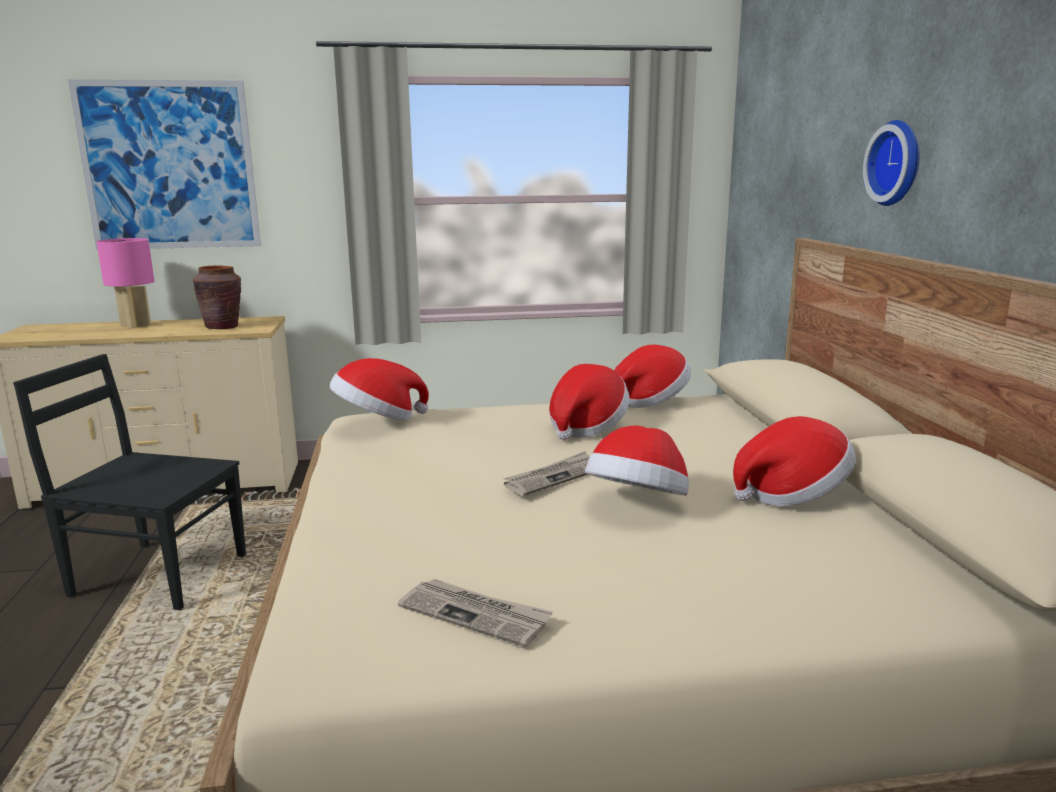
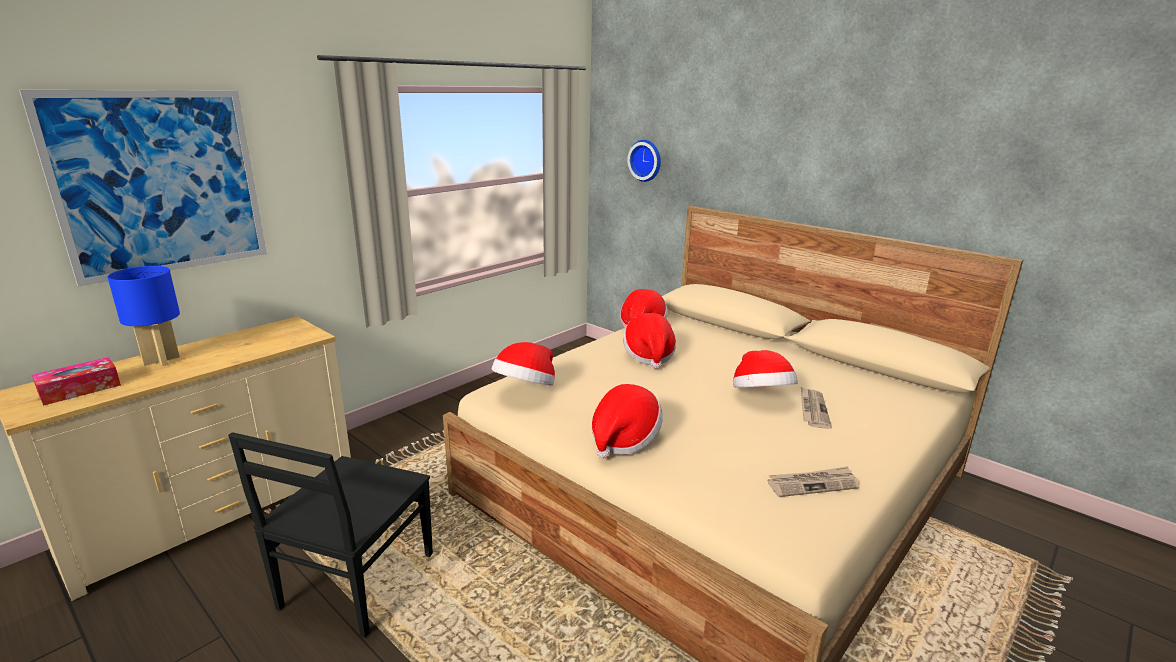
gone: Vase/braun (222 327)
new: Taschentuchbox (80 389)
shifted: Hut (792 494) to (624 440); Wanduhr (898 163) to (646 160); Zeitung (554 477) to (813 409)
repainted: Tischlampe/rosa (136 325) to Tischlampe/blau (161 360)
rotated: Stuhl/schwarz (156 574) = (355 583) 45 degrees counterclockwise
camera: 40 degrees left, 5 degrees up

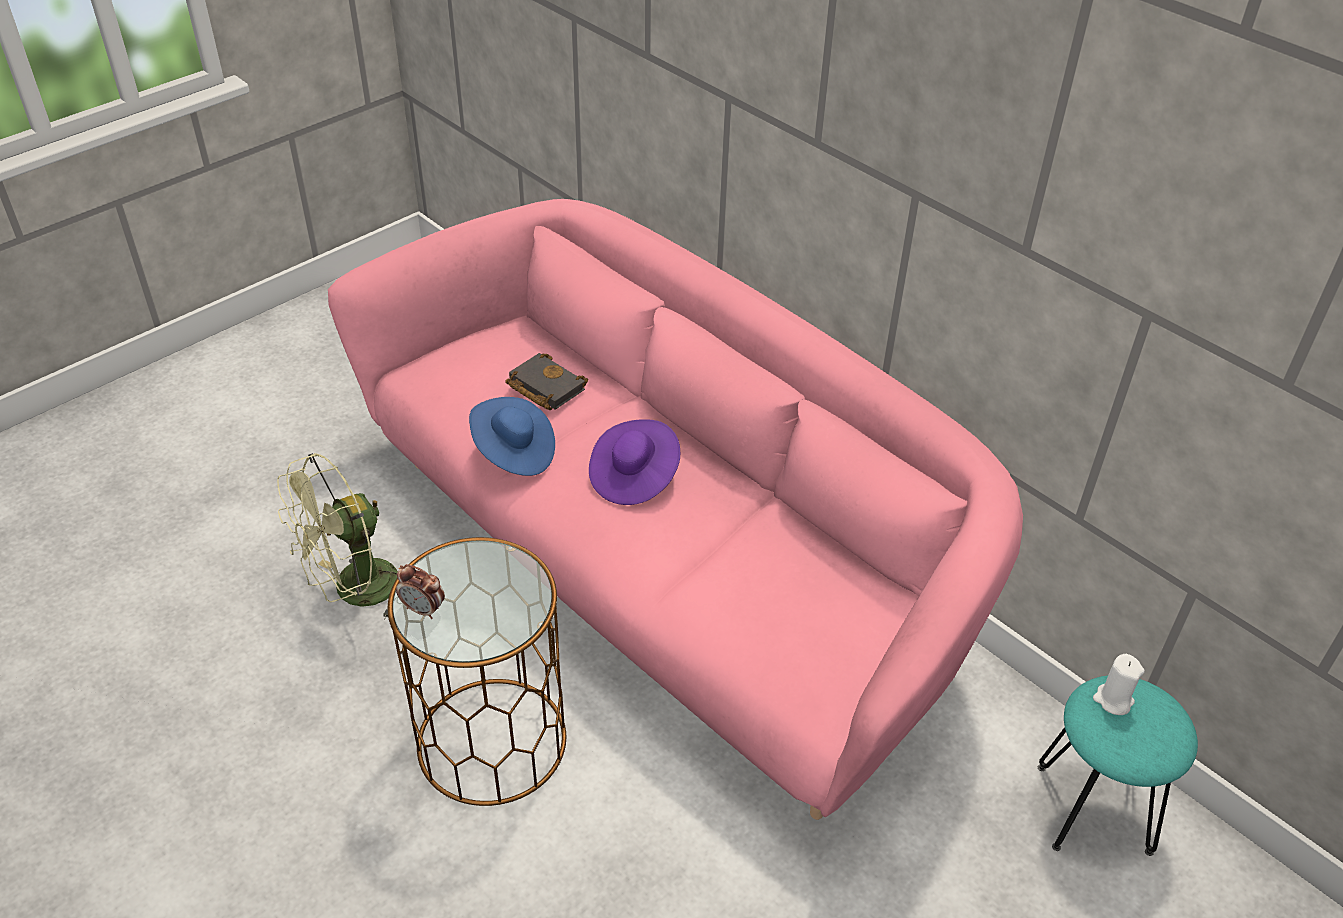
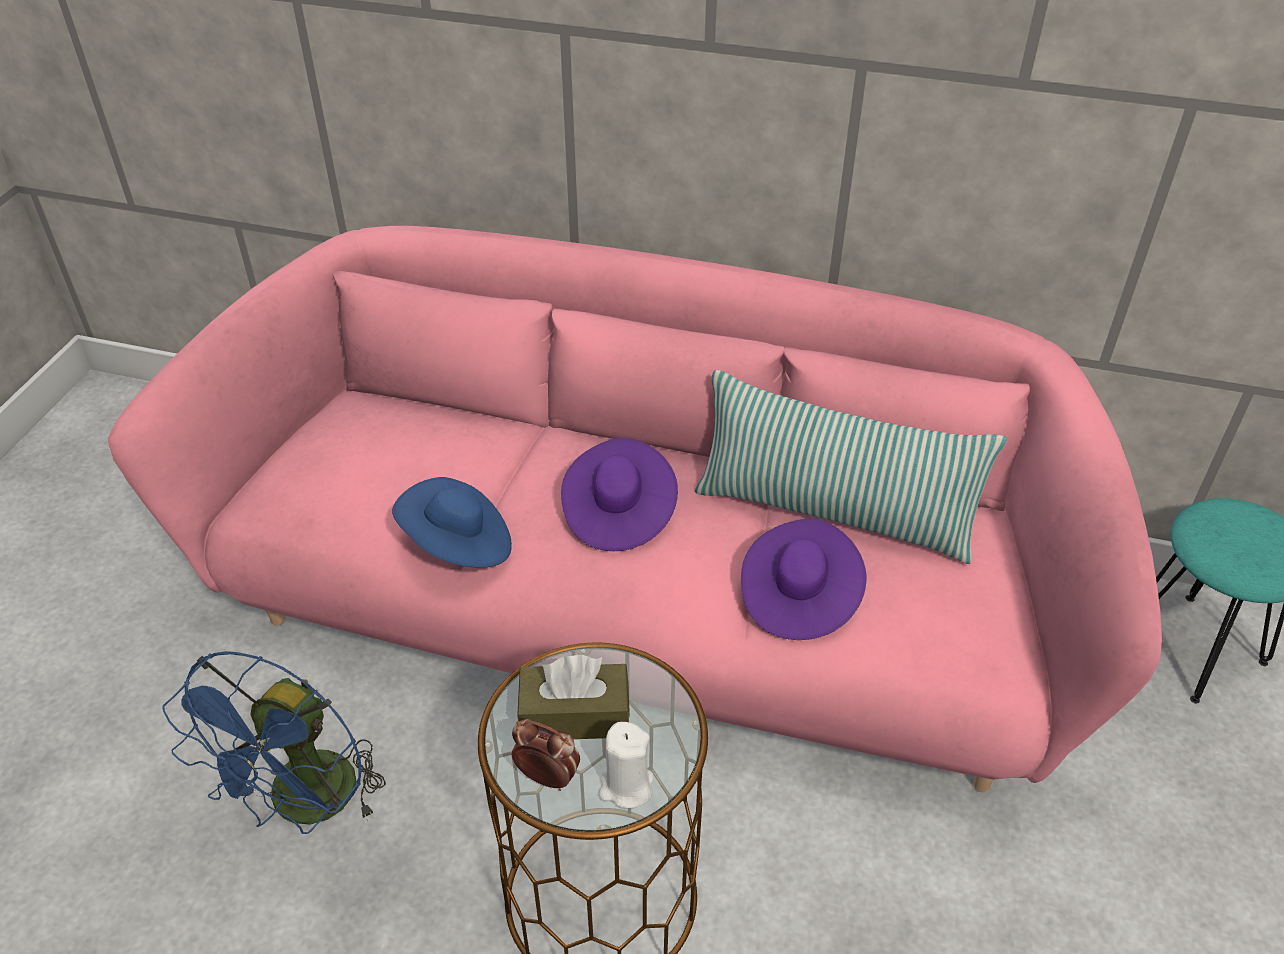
gone: Buch/schwarz (543 387)
new: Taschentuchbox/braun (574 715); Kissen (834 513); Hut/lila (798 598)
shifted: Kerze/weiß (1113 700) to (626 786)
repainted: Ventilator/grün (355 592) to Ventilator/blau (306 807)
rotated: Wecker (423 610) = (547 777) 150 degrees counterclockwise
camera: 30 degrees left, 0 degrees up

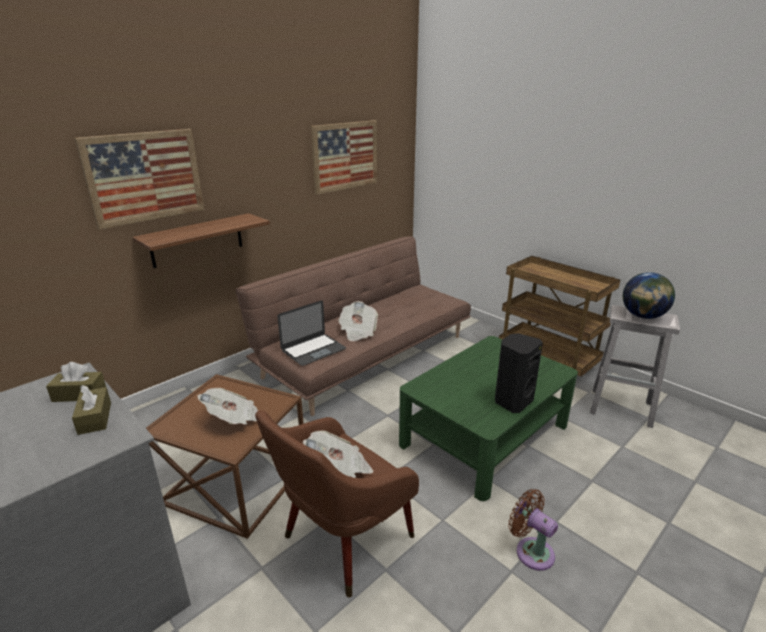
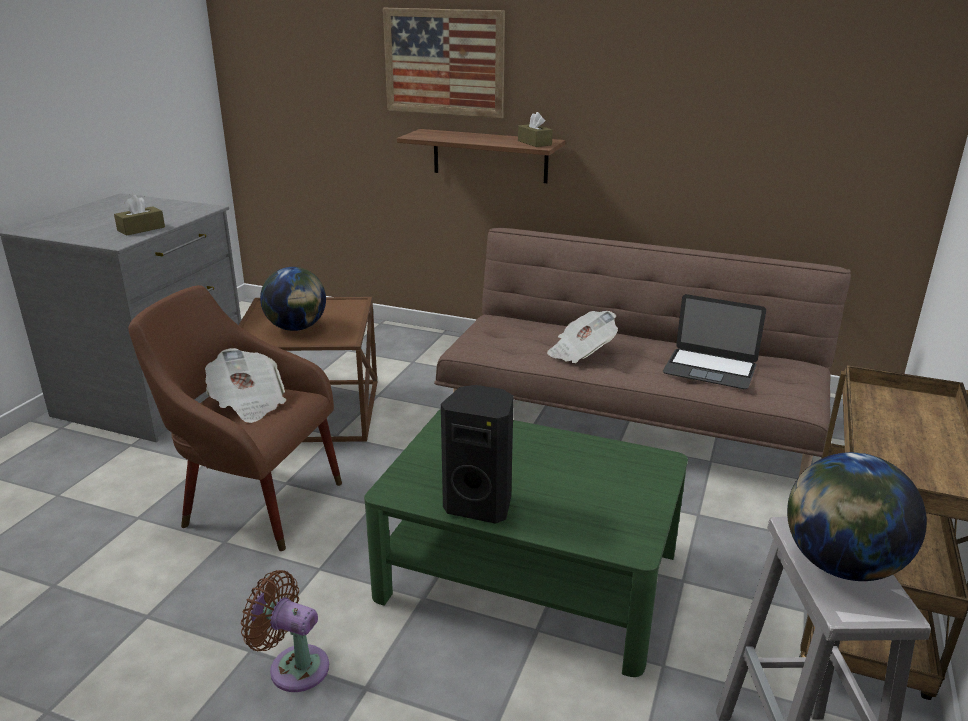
gone: Bild (345 156)
shifted: Taschentuchbox/braun (79 394) to (534 143); Laptop (313 349) to (710 368)
swapped: Zeitung (235 419) to Globus (297 328)
rotated: Ventilator/braun (531 551) = (294 666) 90 degrees counterclockwise
camera: 65 degrees right, 0 degrees up

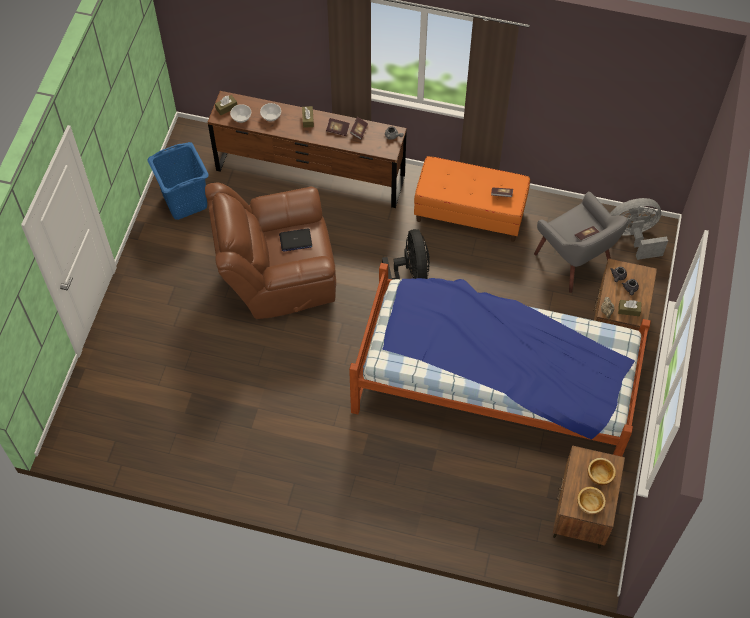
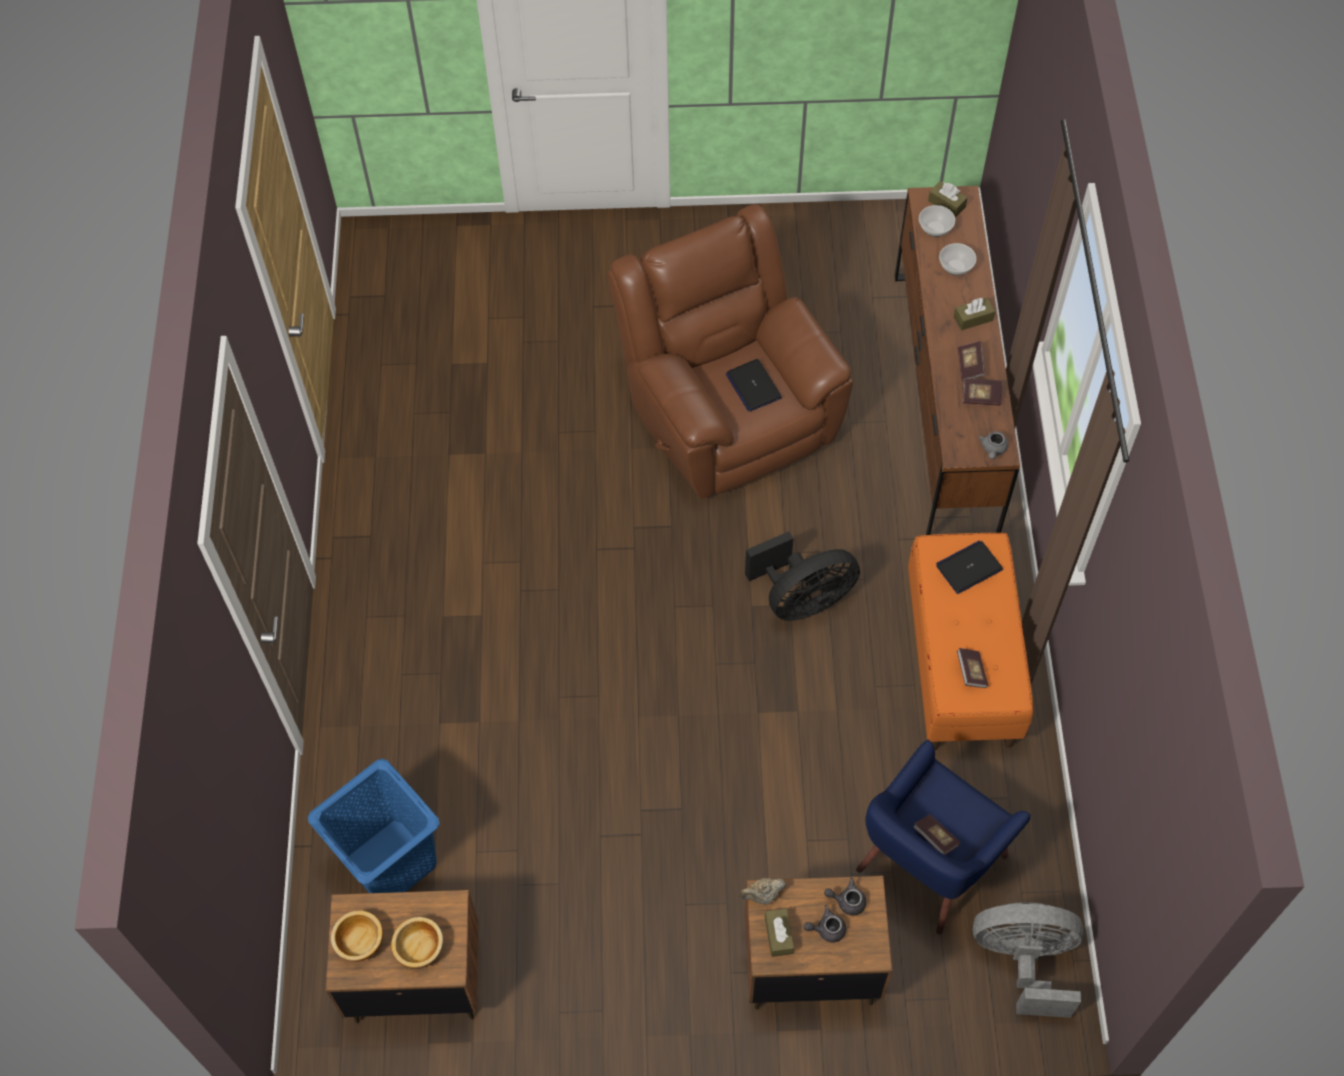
gone: Bett (493 388)
new: Laptop (969 567)
shifted: Wäschekorb/blau (185 202) to (390 862)
repainted: Sessel/grau (574 260) to Sessel/blau (929 862)
rotated: Ventilator/grau (633 237) = (1023 961) 60 degrees counterclockwise
camera: 75 degrees right, 0 degrees up

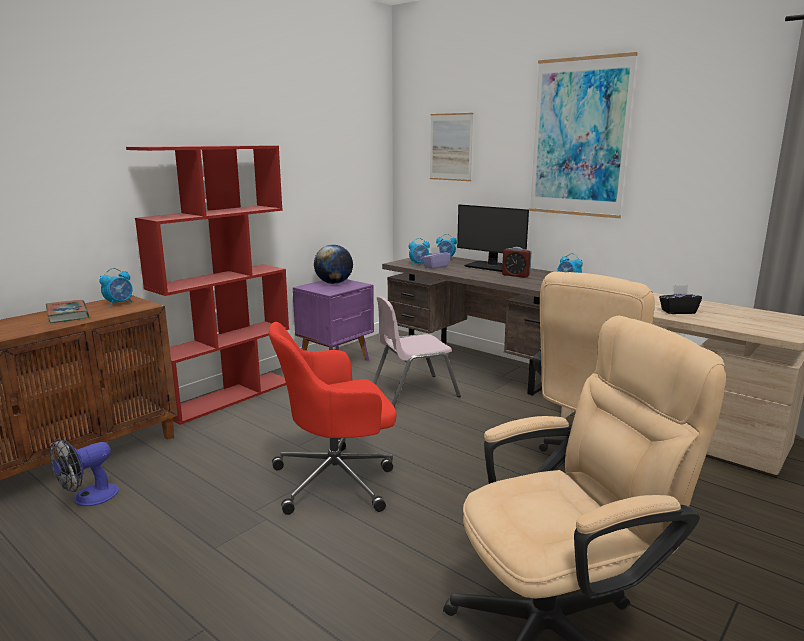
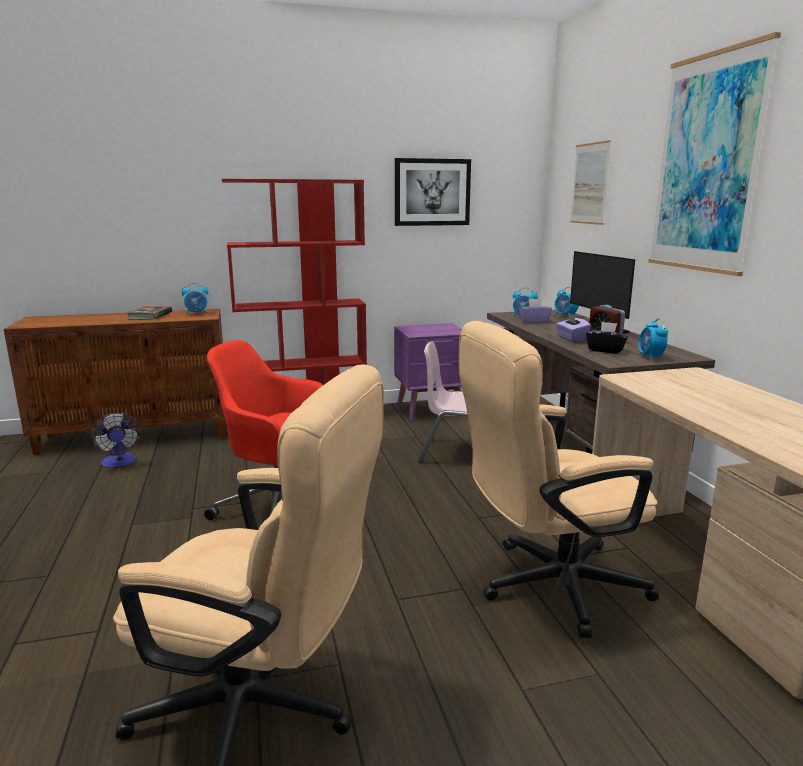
gone: Globus (334 283)
new: Bild (432 192); Taschentuchbox/lila (571 339)
shifted: Taschentuchbox/schwarz (678 311) to (605 350)
rotated: Ventilator (88 498) = (119 463) 105 degrees counterclockwise
camera: 35 degrees right, 0 degrees up

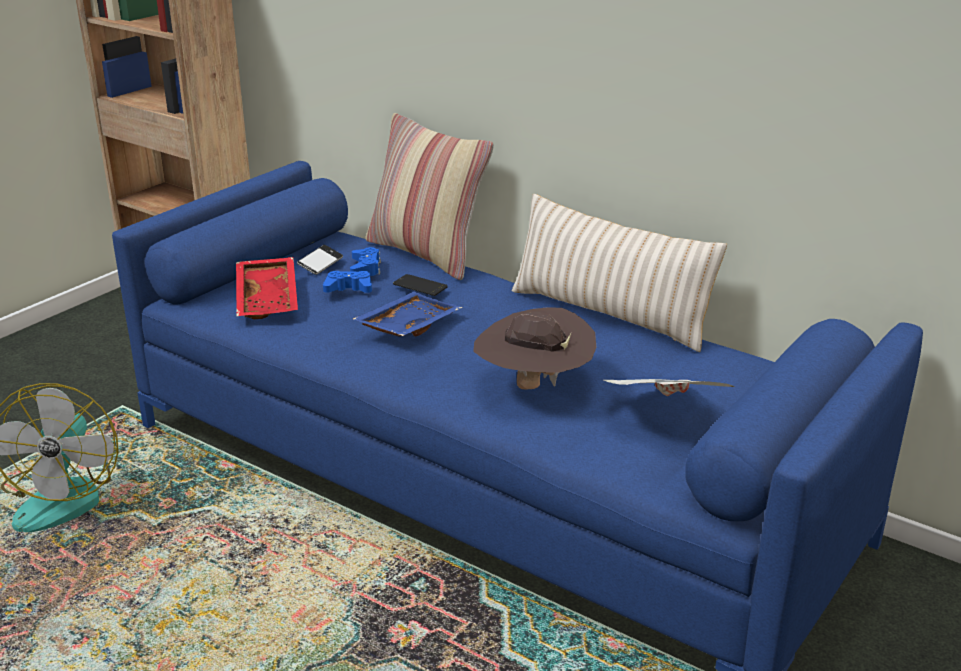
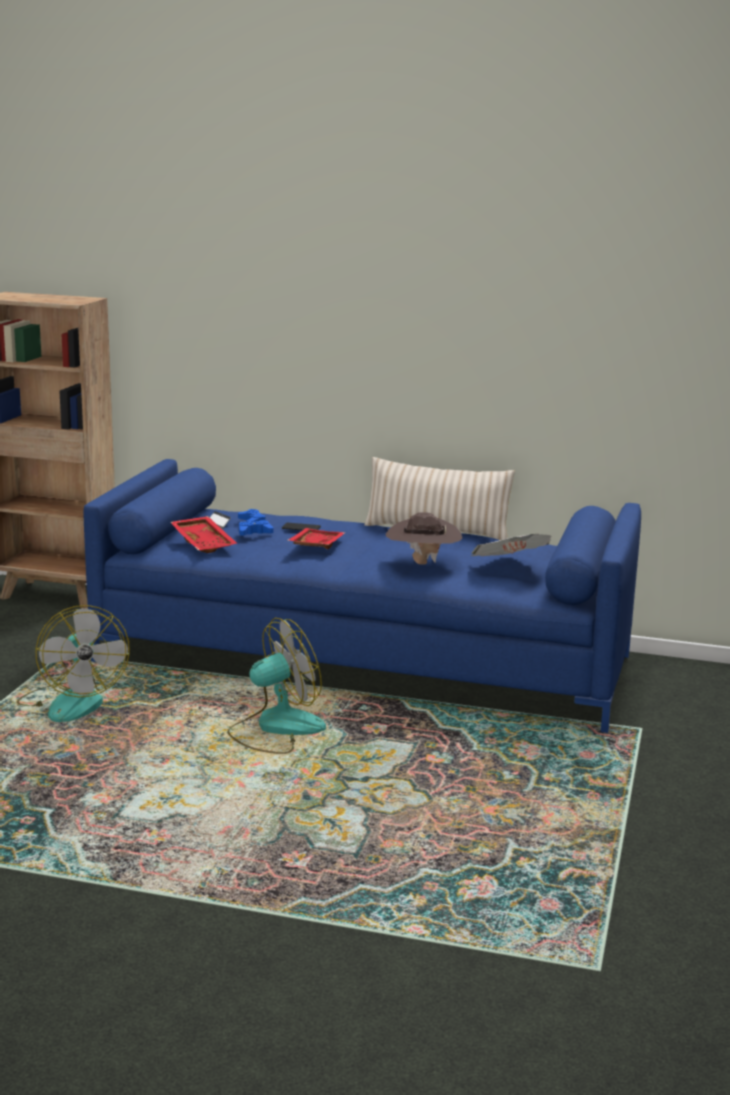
gone: Kissen (427 254)
new: Ventilator (276 729)
repainted: Tablett/blau (407 326) to Tablett/rot (315 546)
camera: 20 degrees left, 10 degrees down

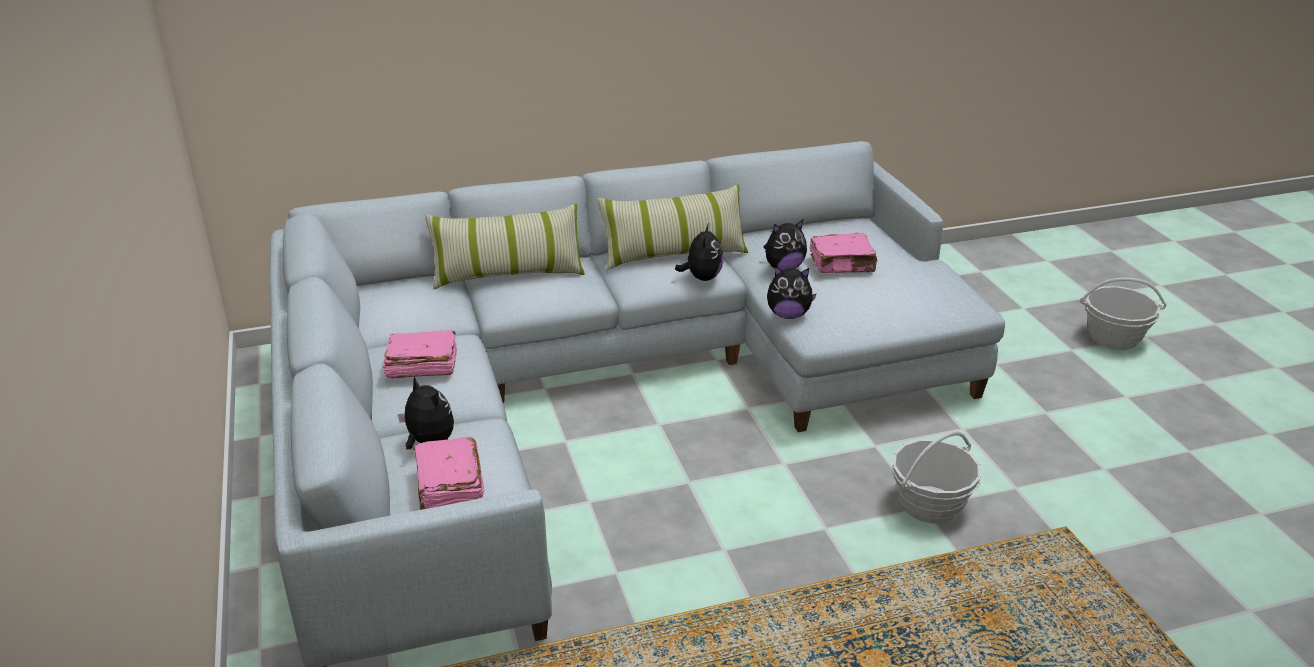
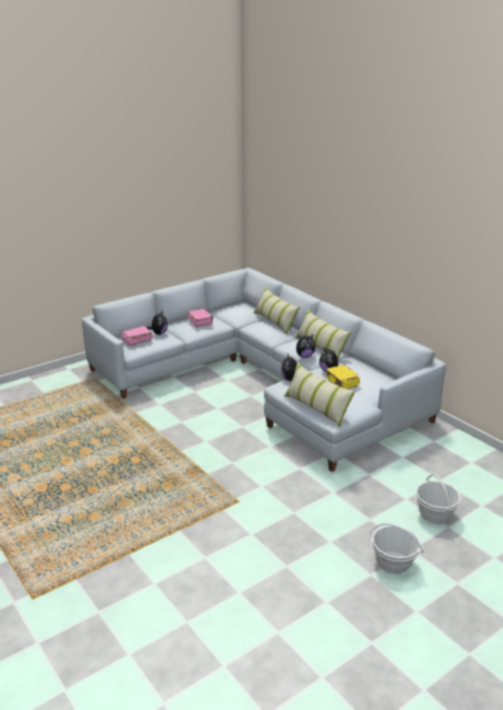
new: Kissen (316 408)
shifted: Korb (930 504) to (393 562)
repainted: Buch/rosa (842 265) to Buch/gelb (342 382)
camera: 70 degrees right, 5 degrees down

